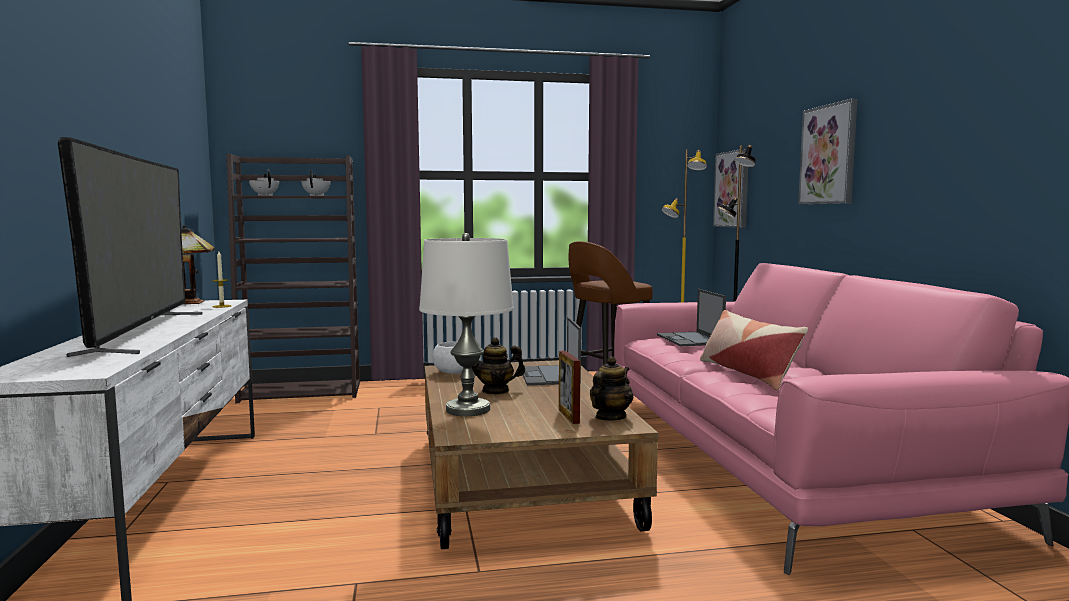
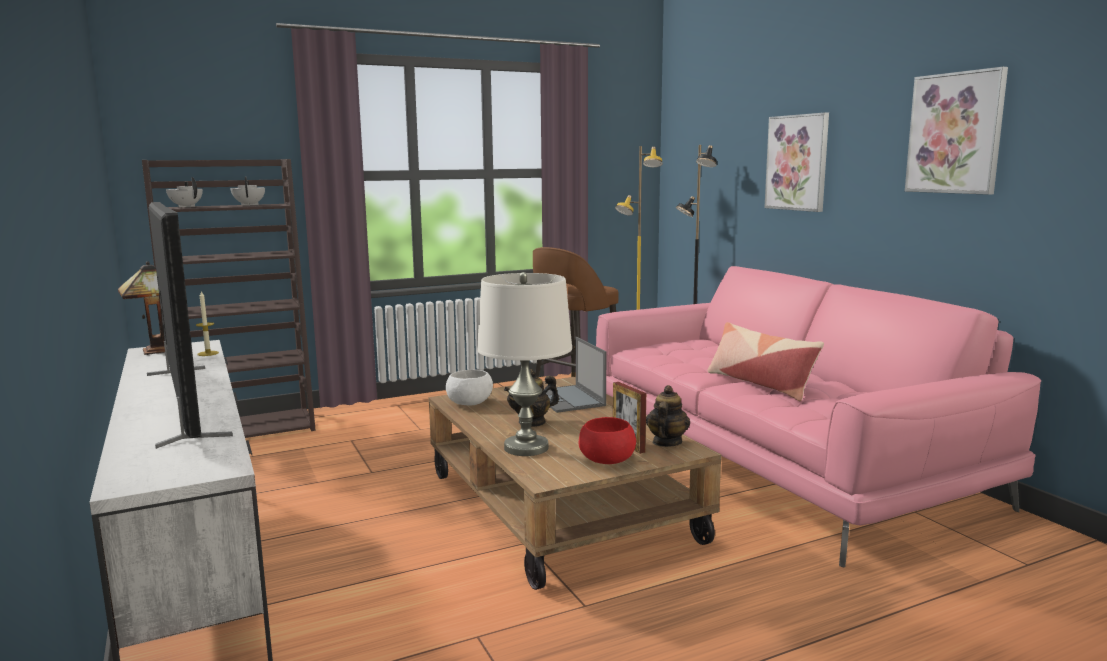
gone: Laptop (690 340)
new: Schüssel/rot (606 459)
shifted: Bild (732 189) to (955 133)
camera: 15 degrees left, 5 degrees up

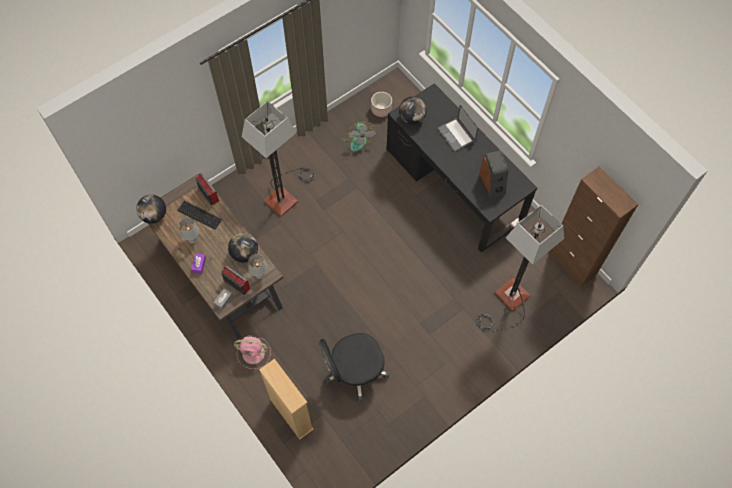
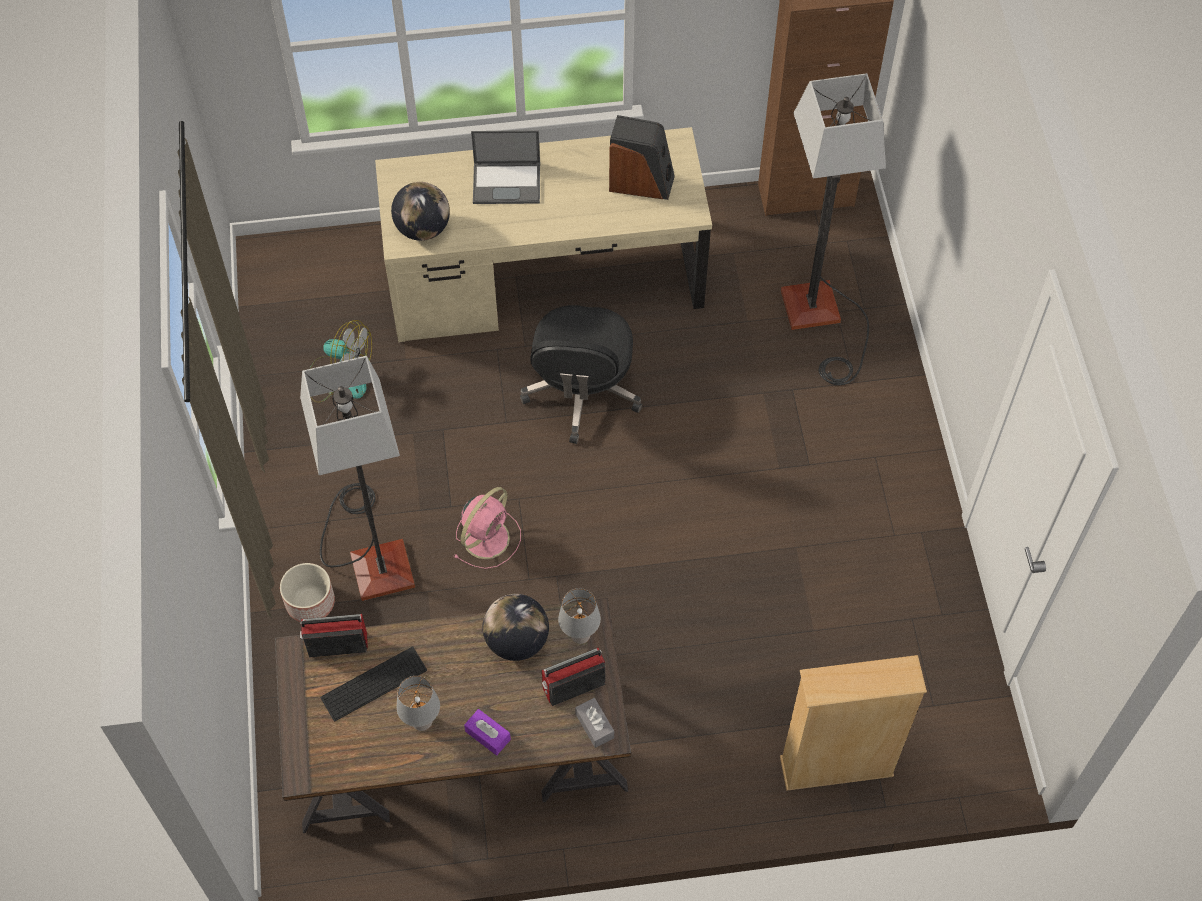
gone: Globus (154 215)
shifted: Pflanzkübel (381 109) to (310 601); Ventilator/rosa (254 353) to (487 537); Bürostuhl/schwarz (354 371) to (582 392)
repainted: Schreibtisch/schwarz (454 184) to Schreibtisch/beige (545 278)
camera: 60 degrees left, 5 degrees down

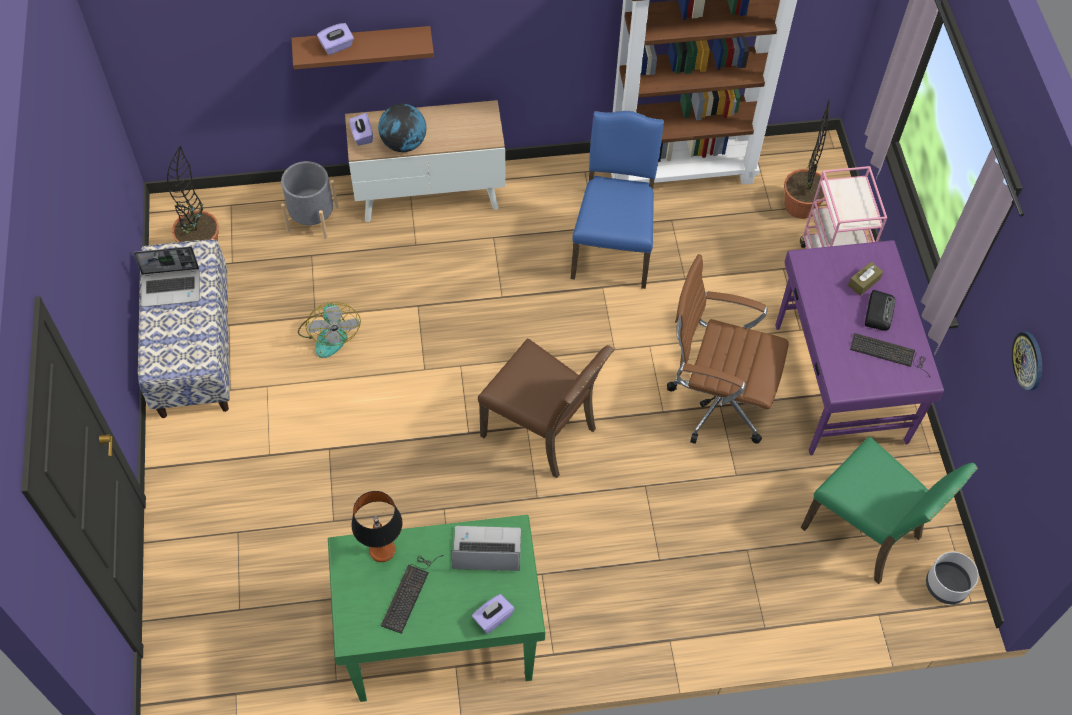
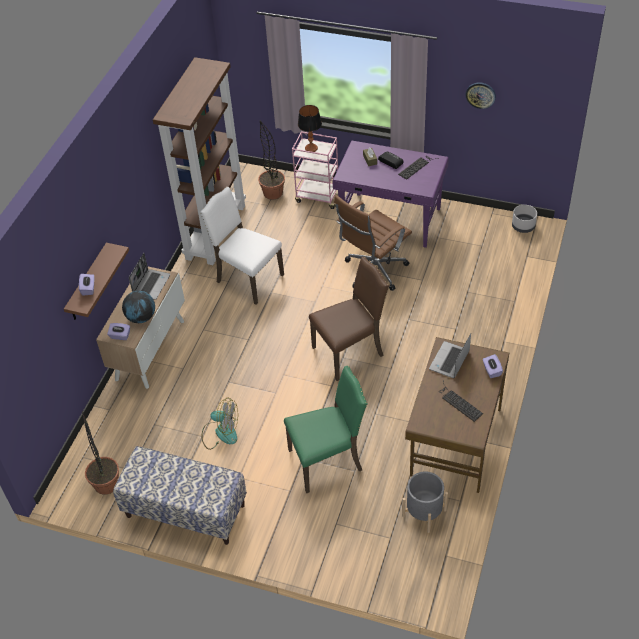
shifted: Laptop (172 287) to (151 284); Stuhl/grün (865 532) to (327 461); Tischlampe (381 550) to (311 148); Pflanzkübel/grau (312 218) to (424 513)
repainted: Stuhl/blau (613 248) to Stuhl/weiß (248 278); Schreibtisch/grün (439 635) to Schreibtisch/braun (455 441)
camera: 60 degrees left, 10 degrees down

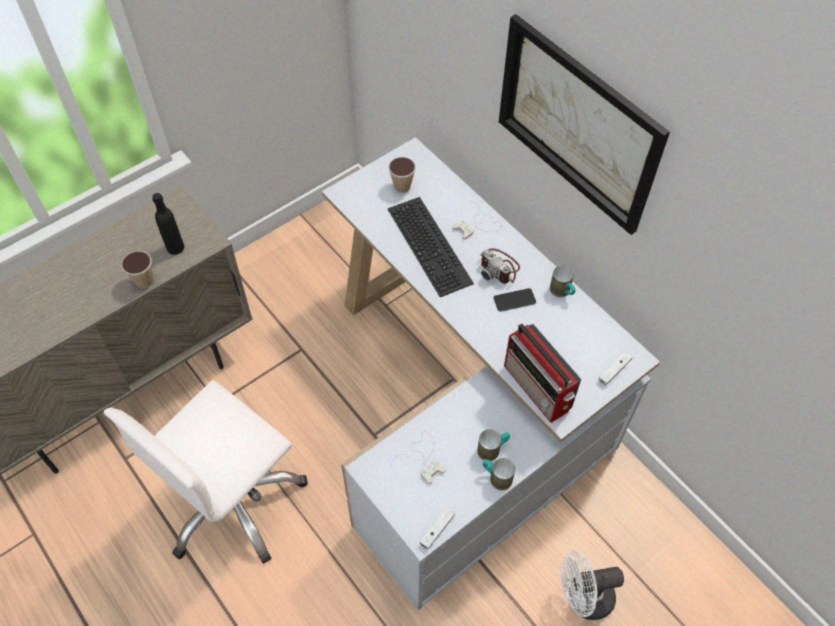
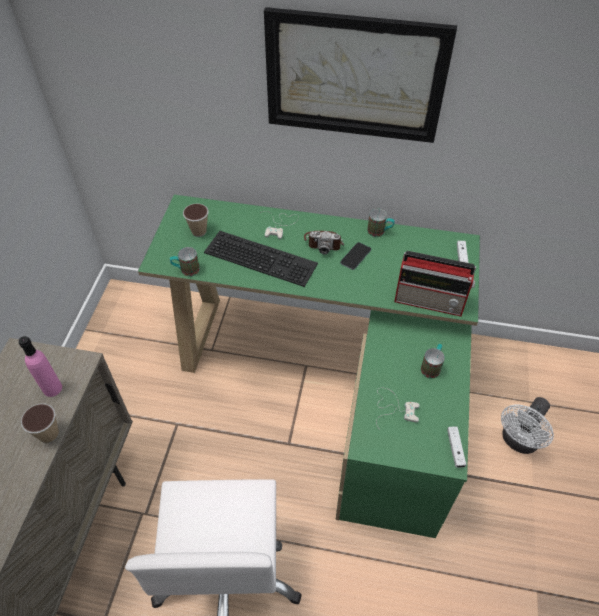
shifted: Henkelbecher (496 477) to (186 270)
repainted: Flasche/schwarz (175 247) to Flasche/rosa (52 388); Schreibtisch/weiß (462 410) to Schreibtisch/grün (332 381)
camera: 40 degrees left, 5 degrees down

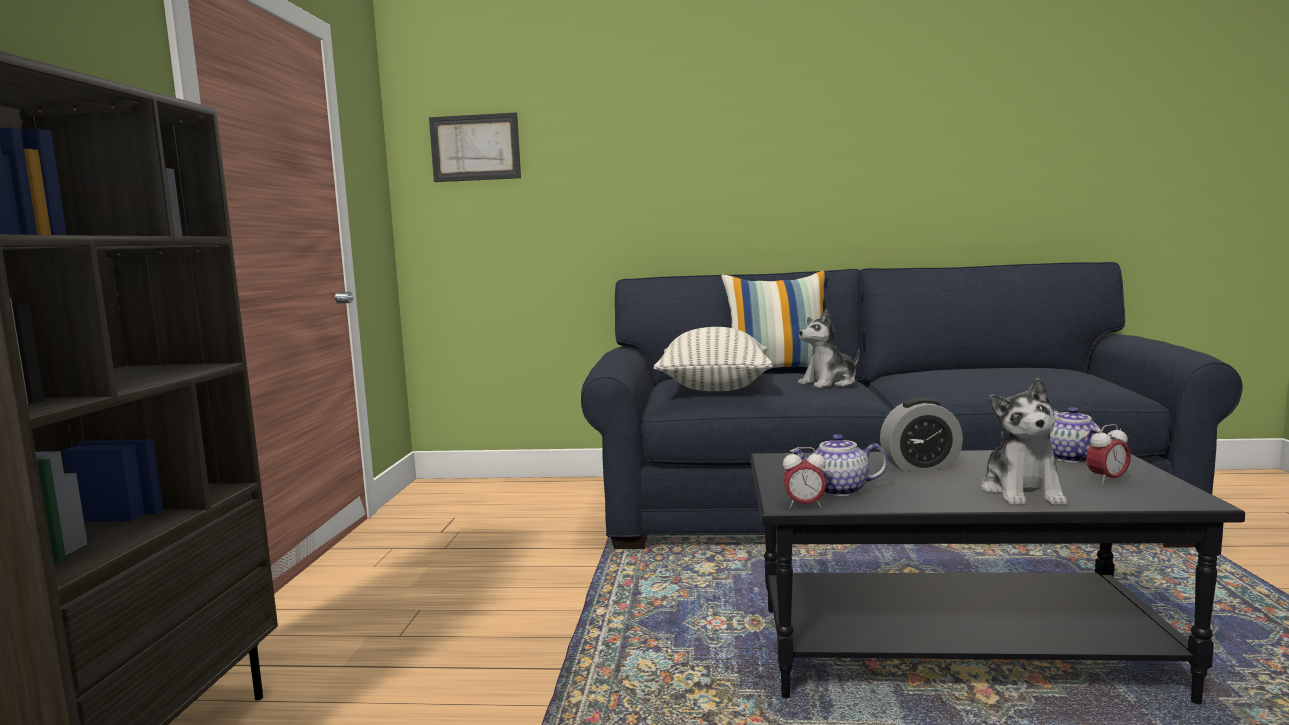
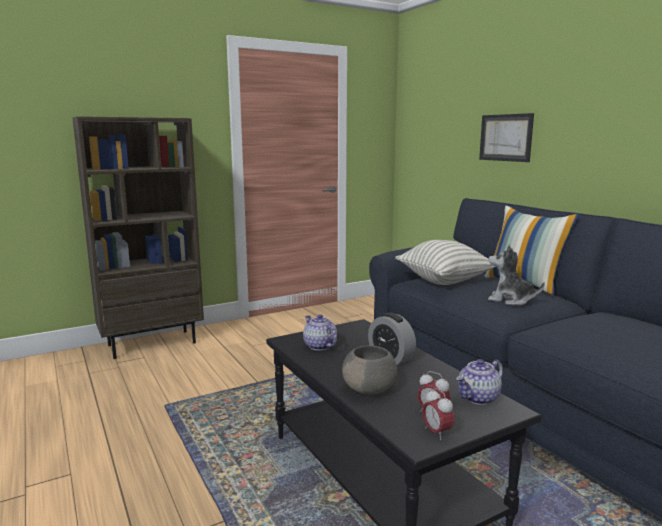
shifted: Wecker (804 505) to (436 433); Bild (475 148) to (505 137)
swapped: Plüschtier (1022 492) to Schüssel/grau (370 389)
camera: 55 degrees right, 5 degrees up

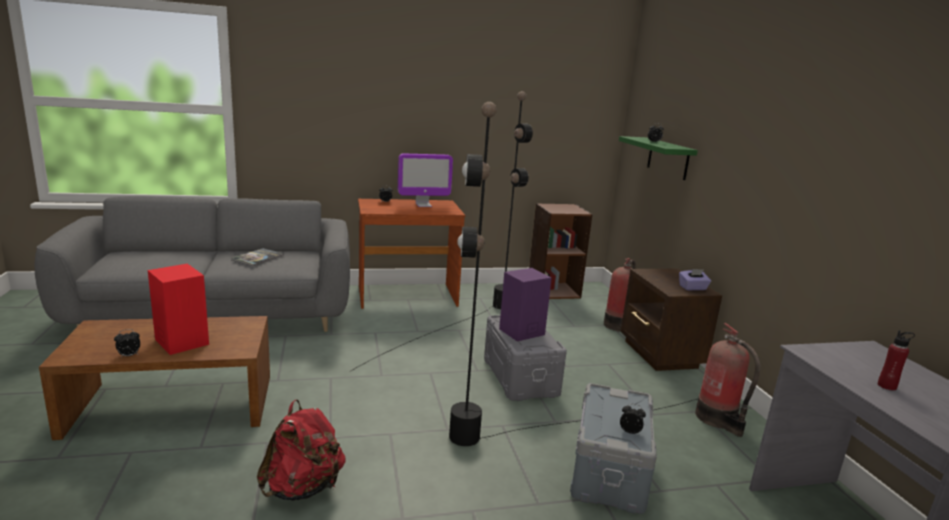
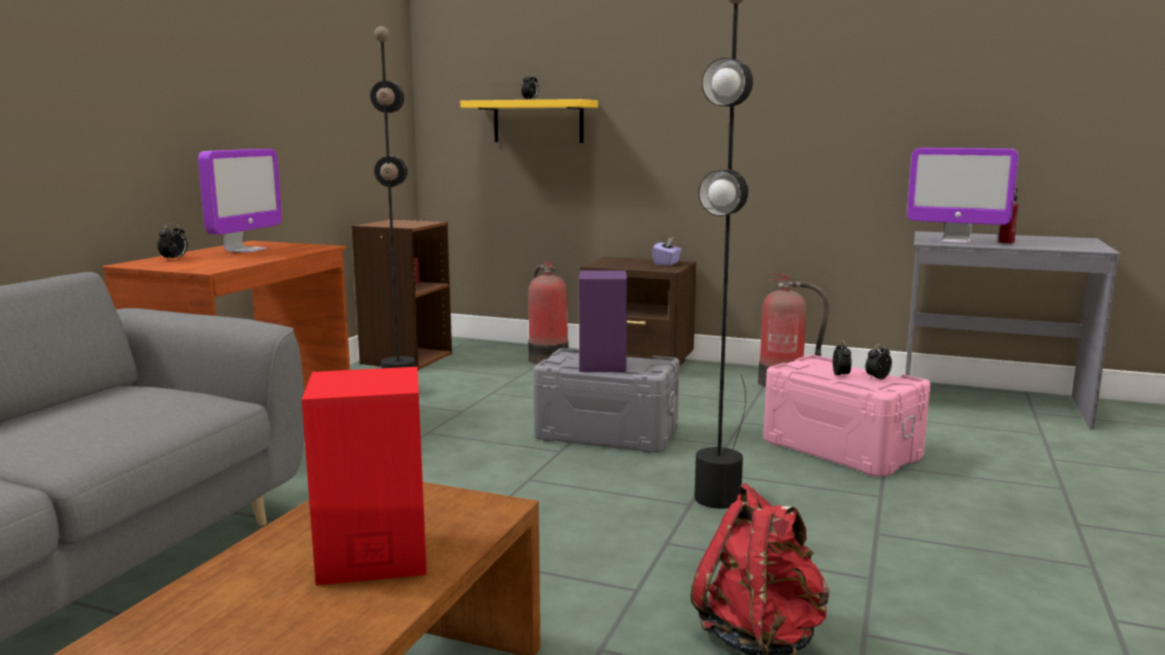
gone: Buch (258 258)
new: Monitor (955 241)
shifted: Wecker (129 356) to (841 376)
repainted: Wandregal/grün (668 158) to Wandregal/gelb (538 121); Aufbewahrungsbox/grau (607 470) to Aufbewahrungsbox/rosa (840 449)
camera: 55 degrees left, 5 degrees down

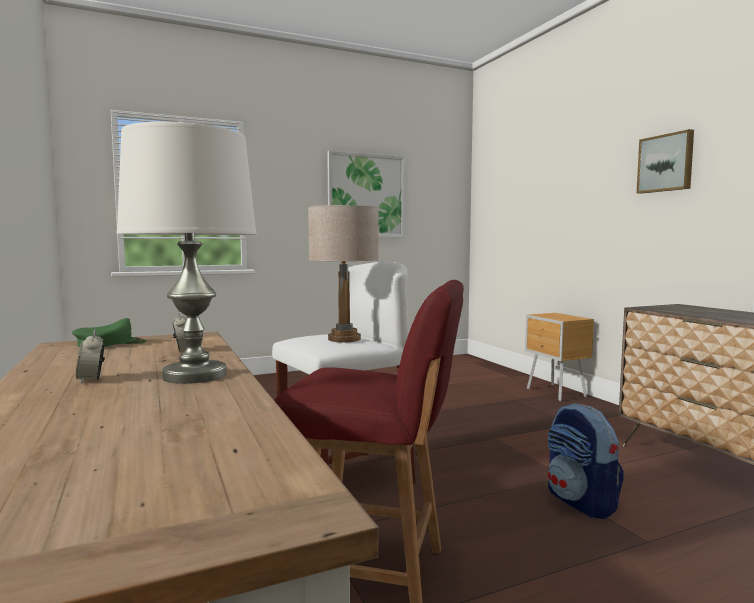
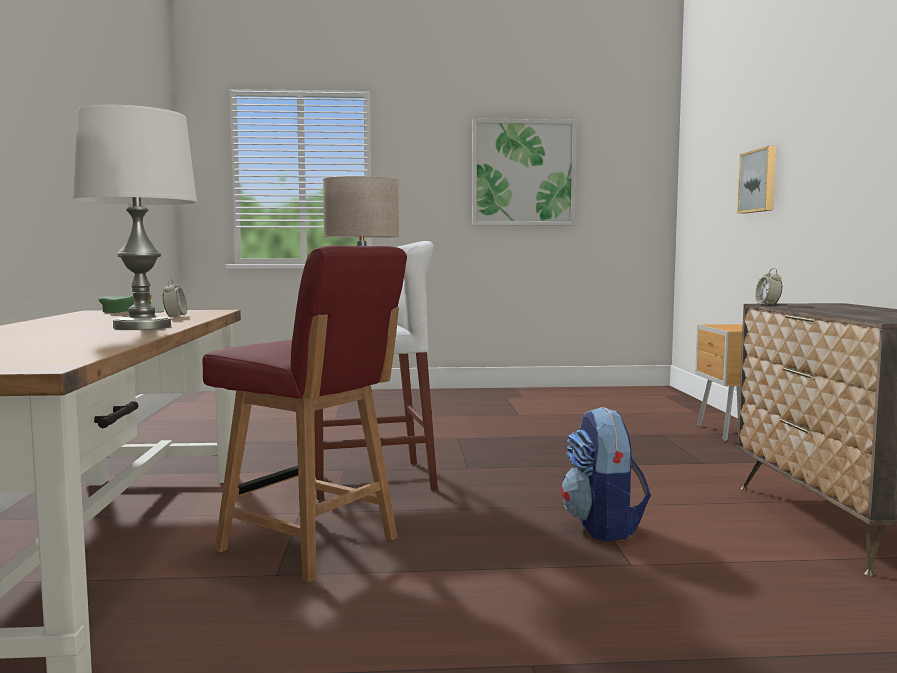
shifted: Bild (666 163) to (759 181); Wecker (91 380) to (768 304)
camera: 20 degrees right, 0 degrees up

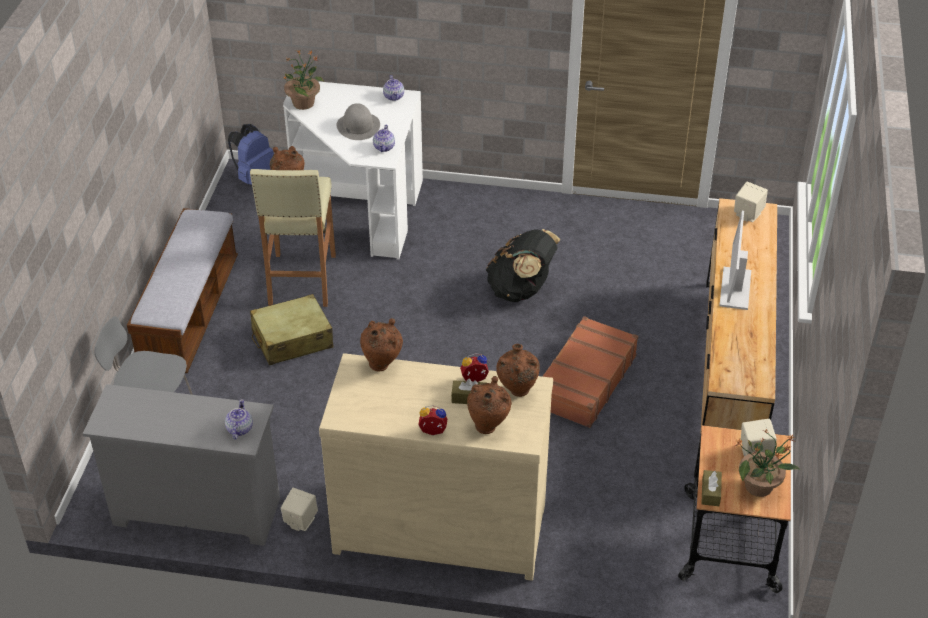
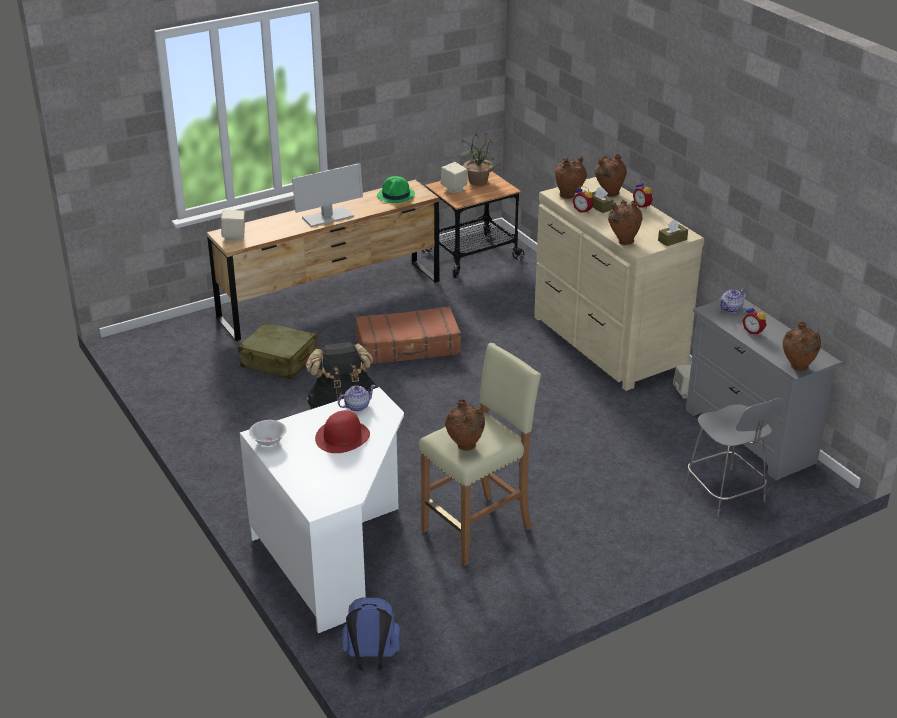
gone: Bank (190 314); Topfpflanze (304 103)
new: Hut/grün (396 195); Wecker (754 331); Vase/braun (797 368)
shifted: Koffer/beige (292 339) to (279 361); Taschentuchbox/braun (710 492) to (672 240)
swapped: Teekanne (394 97) to Schüssel/weiß (268 441)
repainted: Hut/grau (358 126) to Hut/rot (342 437)
camera: 130 degrees left, 10 degrees down

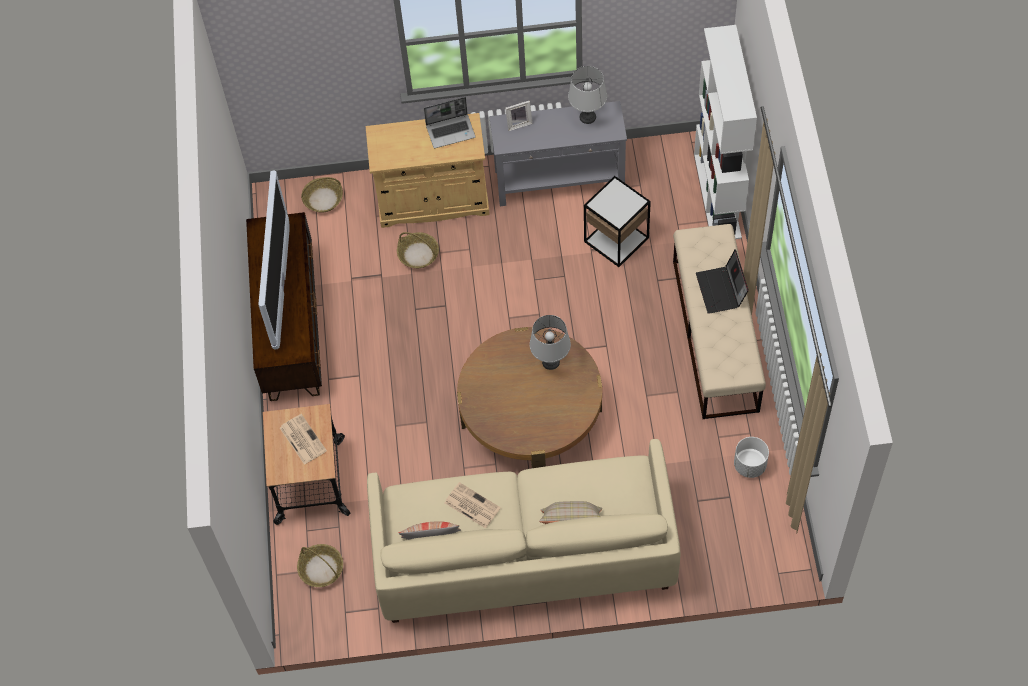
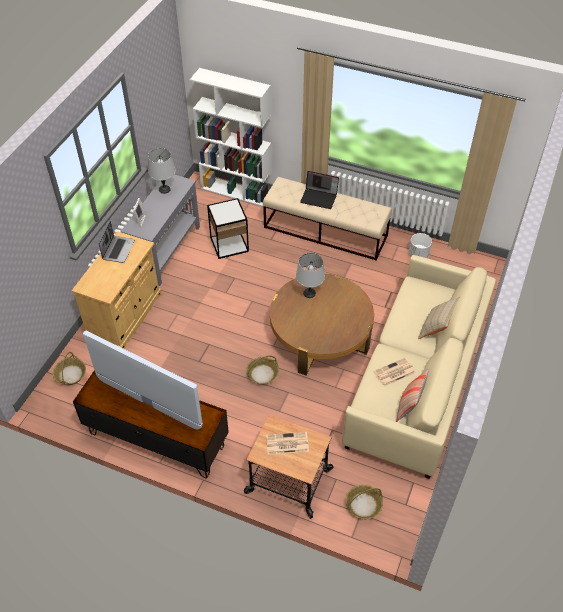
shifted: Korb (418 254) to (262 374)
camera: 65 degrees left, 10 degrees down

